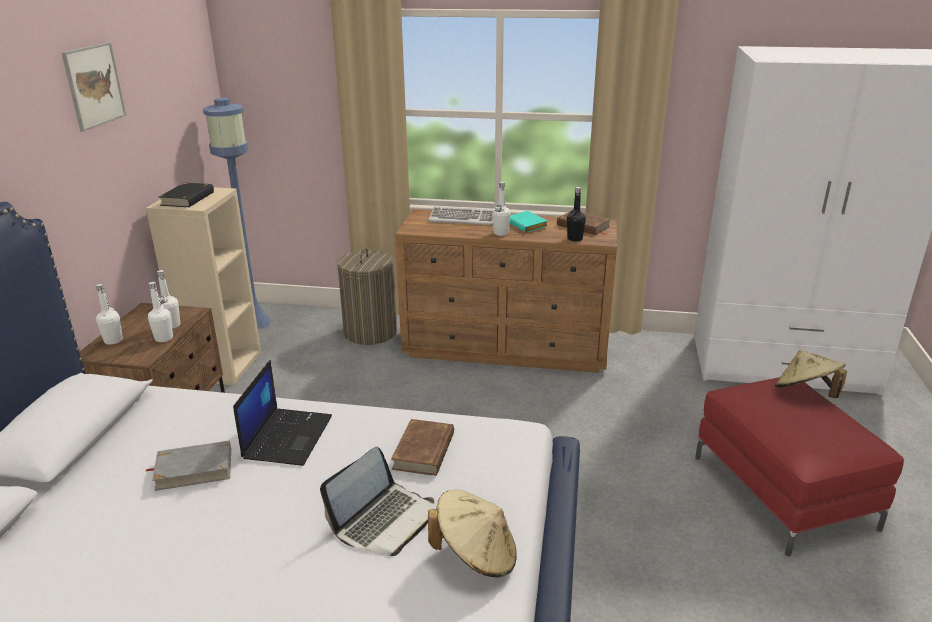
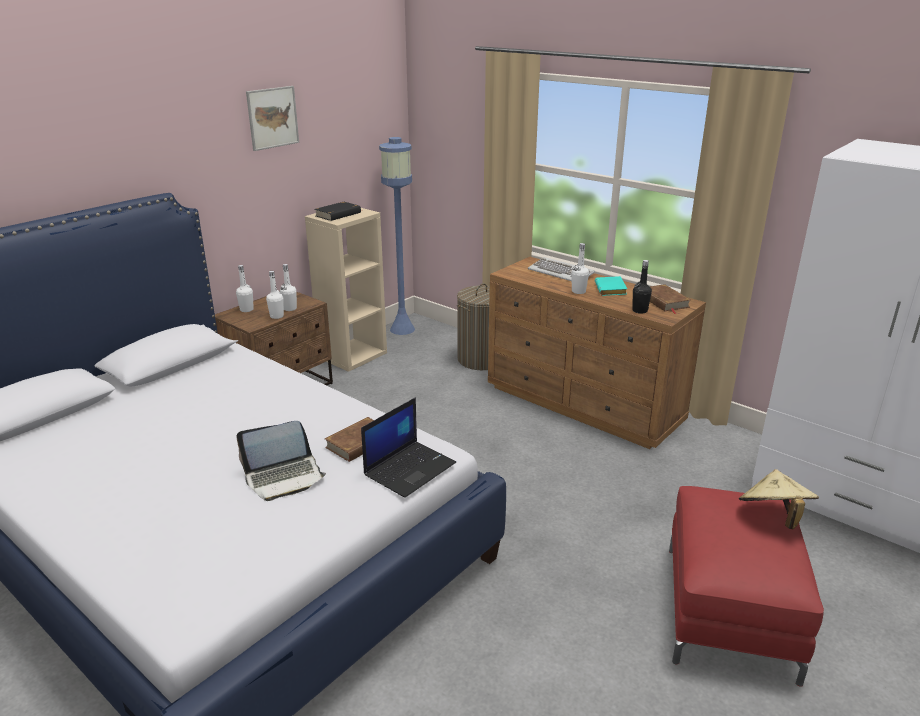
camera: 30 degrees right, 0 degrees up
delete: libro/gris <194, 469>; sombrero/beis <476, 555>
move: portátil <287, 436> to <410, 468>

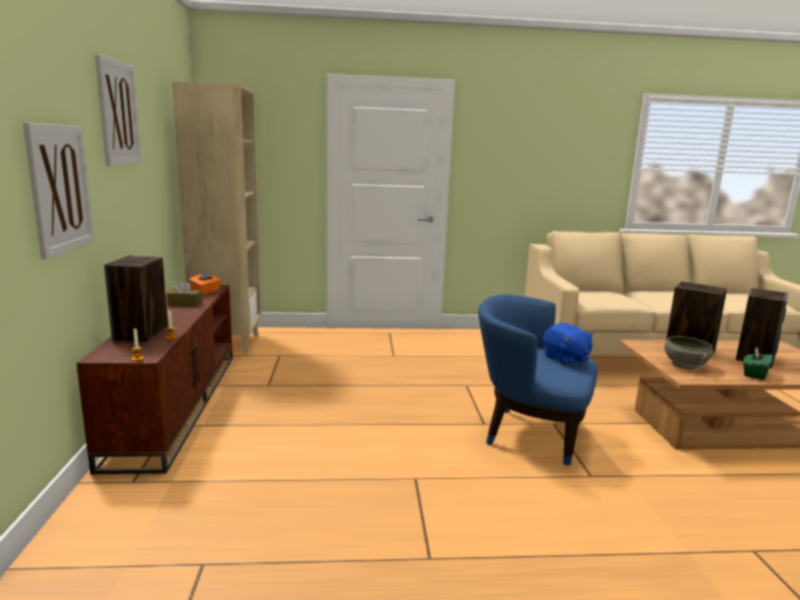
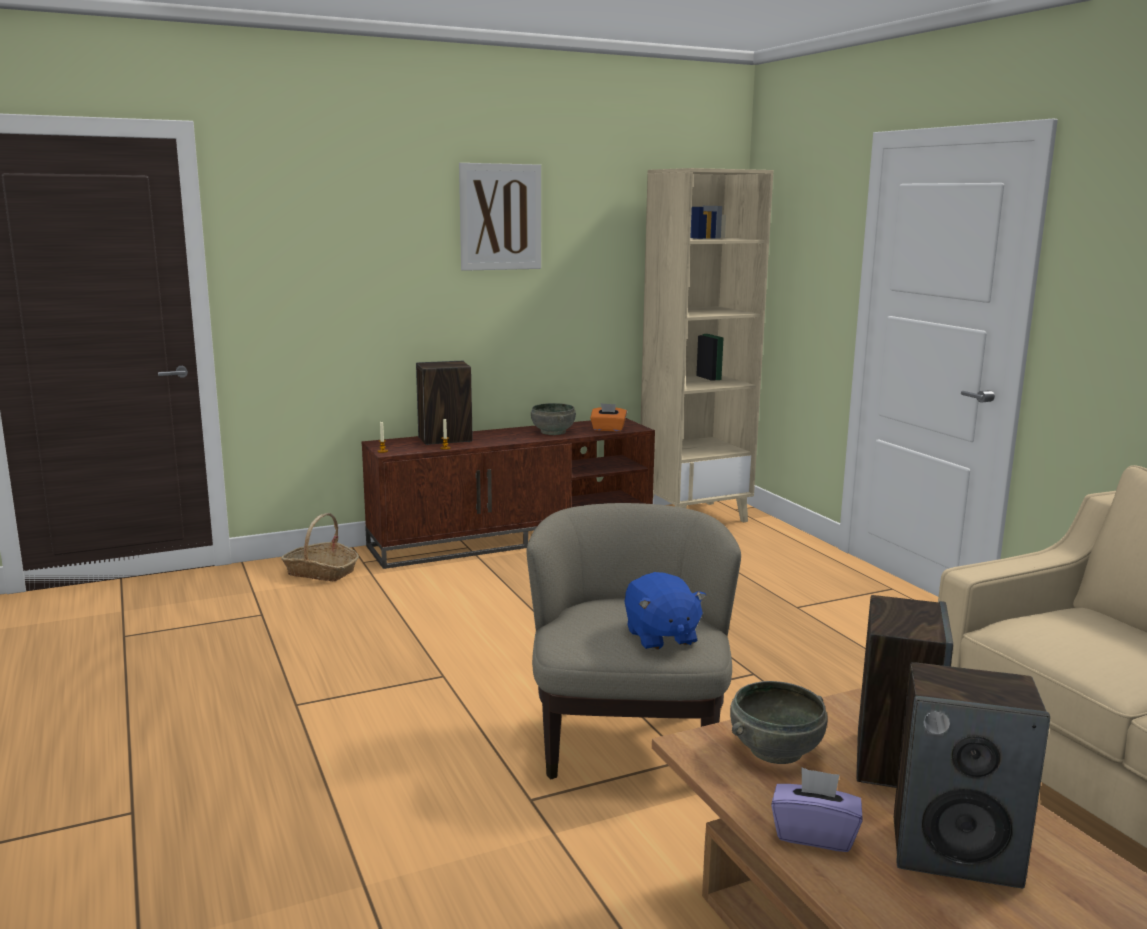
camera: 70 degrees right, 0 degrees up
delete: cuadro <60, 188>
insert: cesta <321, 572>
replace: caja de pañuelos/marrón <185, 304> to cuenco/gris <553, 432>
recolor: sillón/azul <529, 433> to sillón/beis <628, 740>; caja de pañuelos/verde <754, 374> to caja de pañuelos/morado <814, 834>
rotate: peluche/azul <565, 359> = <660, 637> 60 degrees counterclockwise

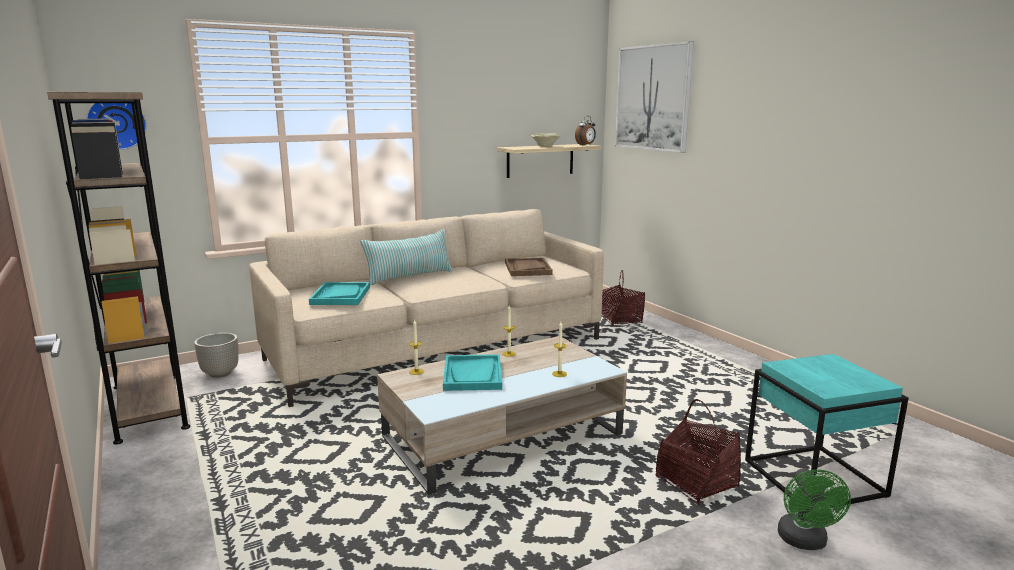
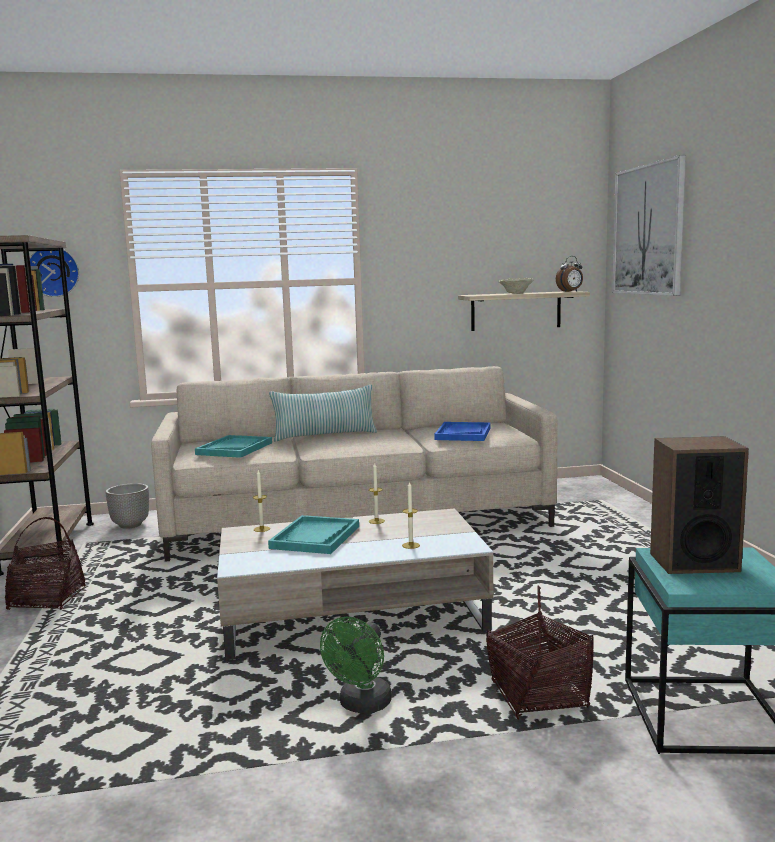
camera: 20 degrees right, 5 degrees down
insert: altavoz <693, 562>
move: cesta <619, 319> to <46, 599>; ventilador/verde <804, 542> to <361, 705>
recolor: bandeja/marrón <527, 269> to bandeja/azul <463, 434>

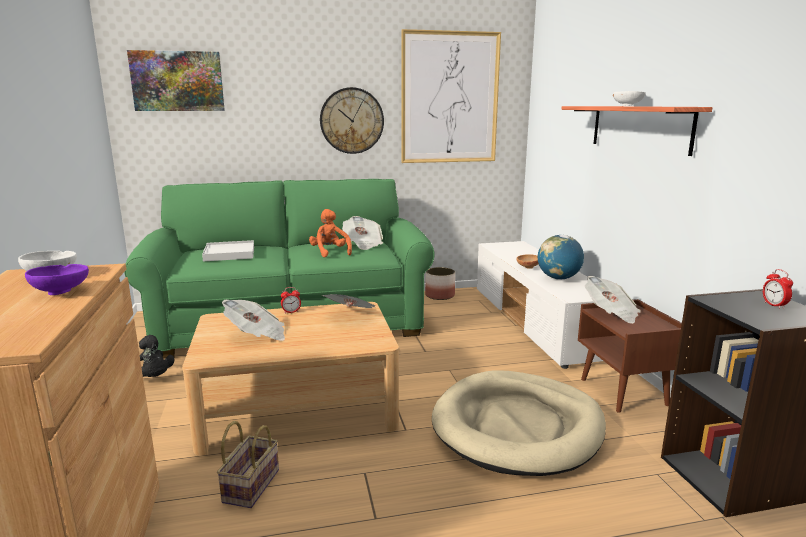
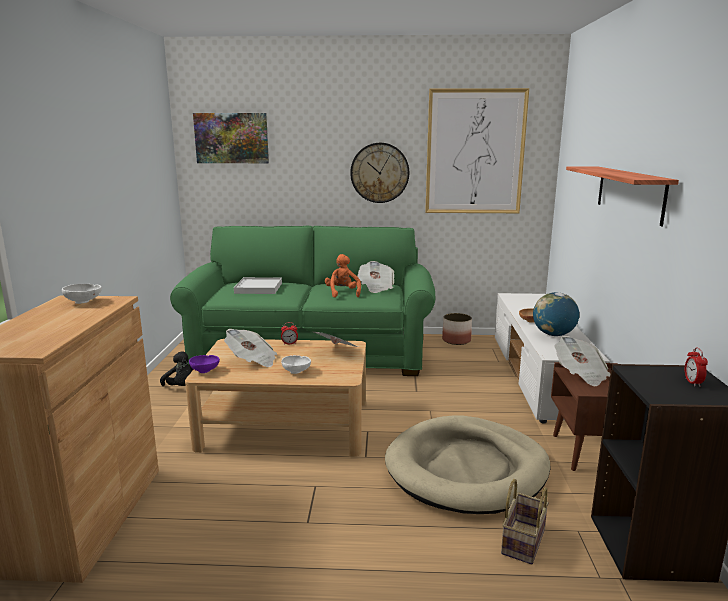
camera: 15 degrees right, 0 degrees up
move: cuenco/morado <62, 291> to <205, 371>; cesta <251, 484> to <522, 540>; cuenco/blanco <628, 106> to <297, 371>

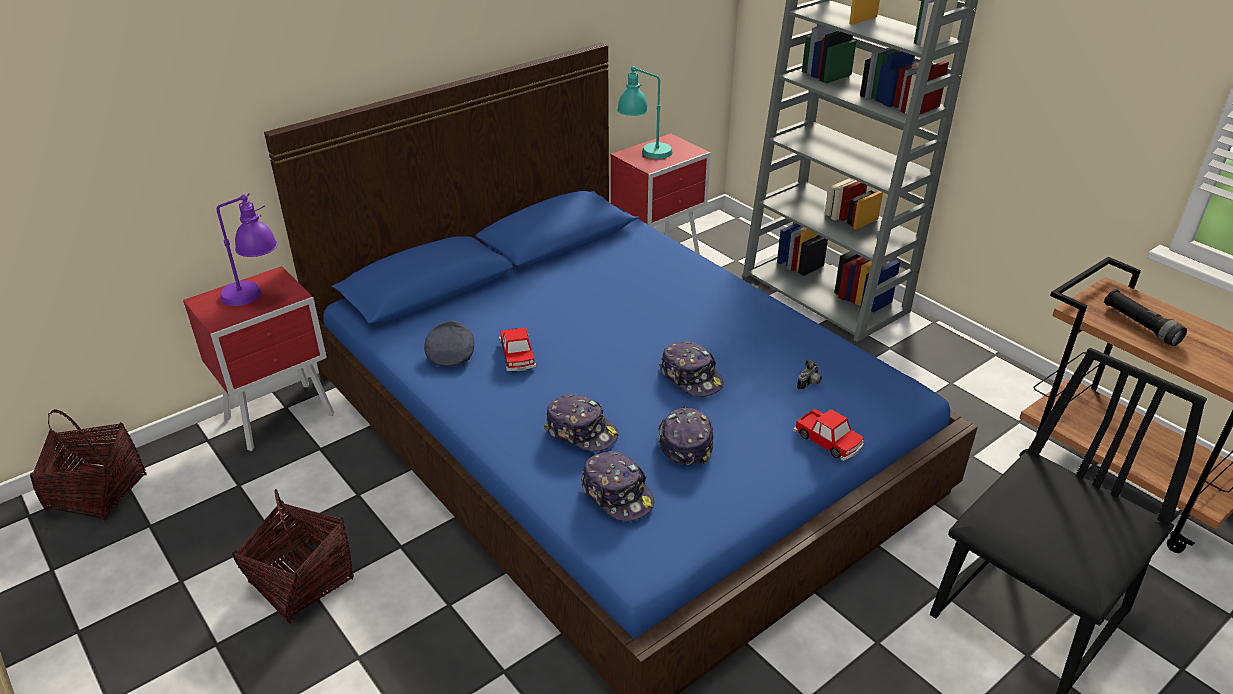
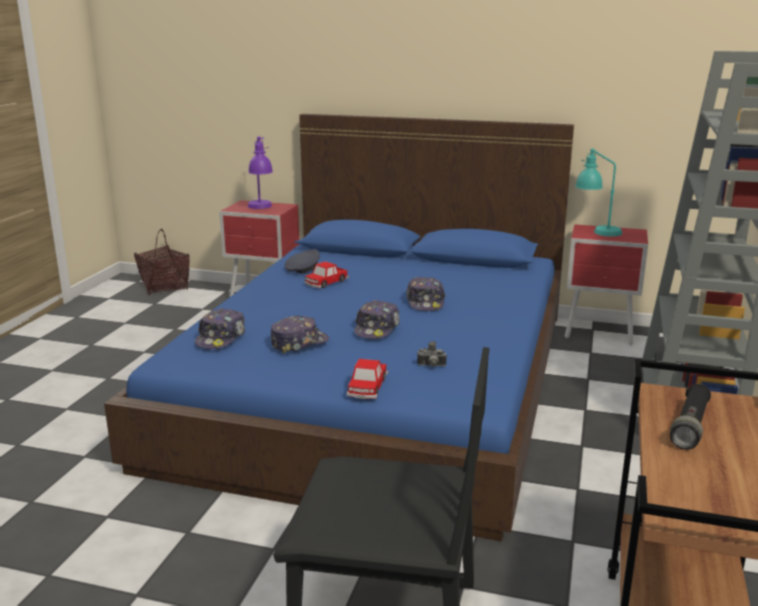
camera: 55 degrees right, 15 degrees down
delete: cesta <301, 581>
move: gorra <581, 431> to <425, 302>

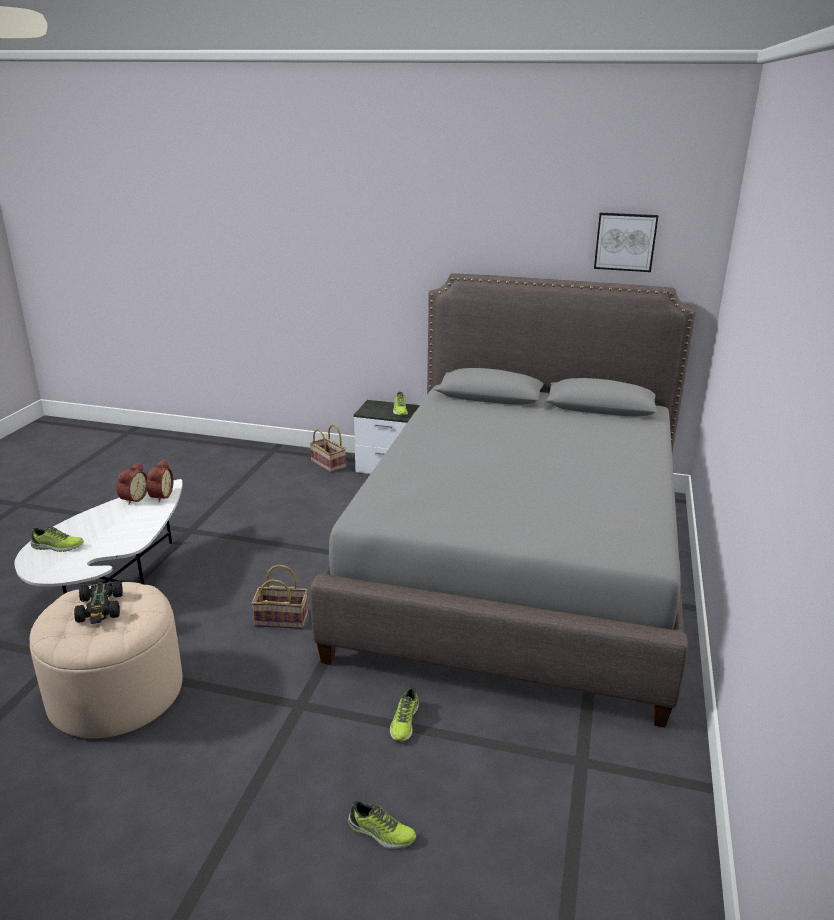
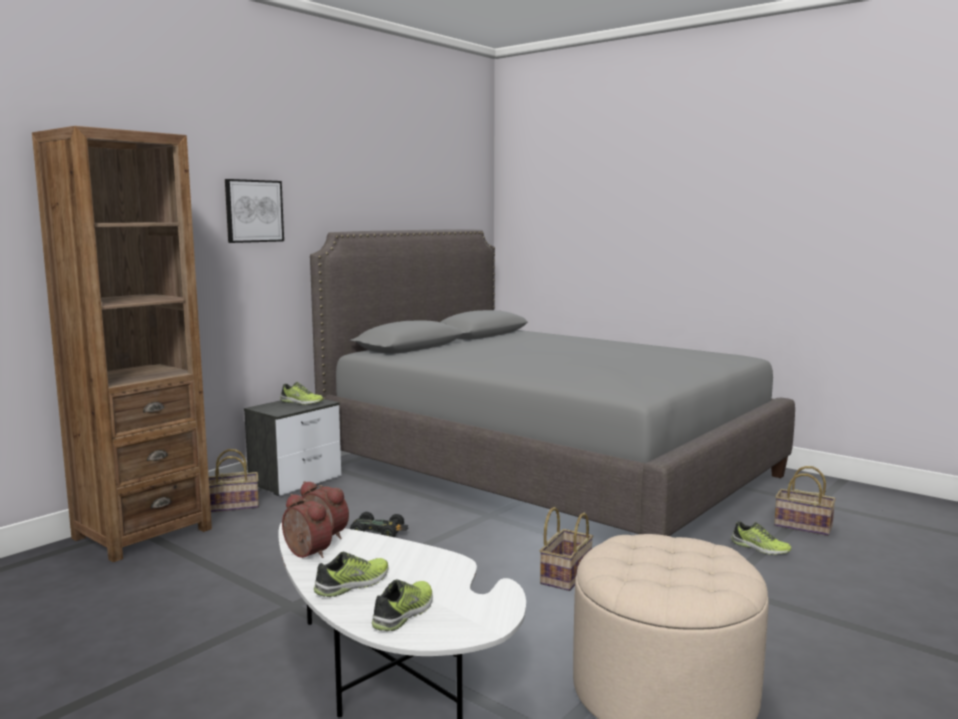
camera: 65 degrees left, 15 degrees down
insert: estantería/marrón <142, 533>; cesta <801, 526>
move: coche de juguete/negro <100, 608> to <378, 532>; zapato <381, 833> to <353, 584>; cuadro <625, 242> to <253, 211>

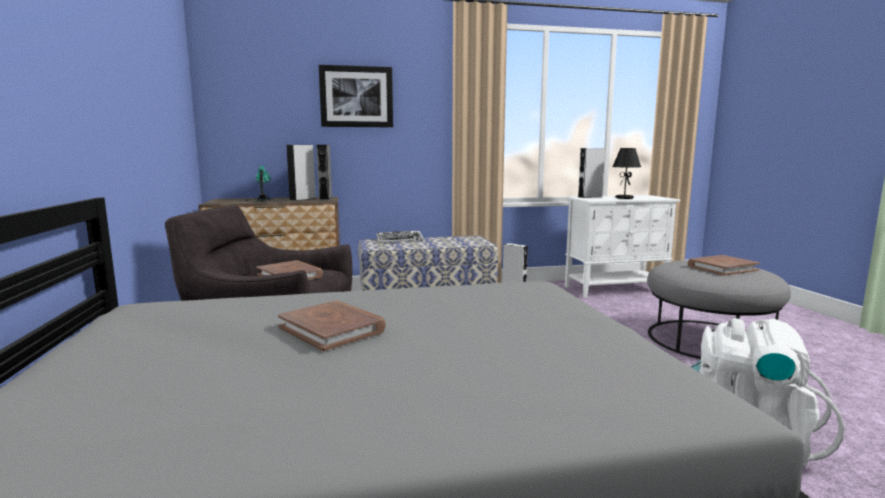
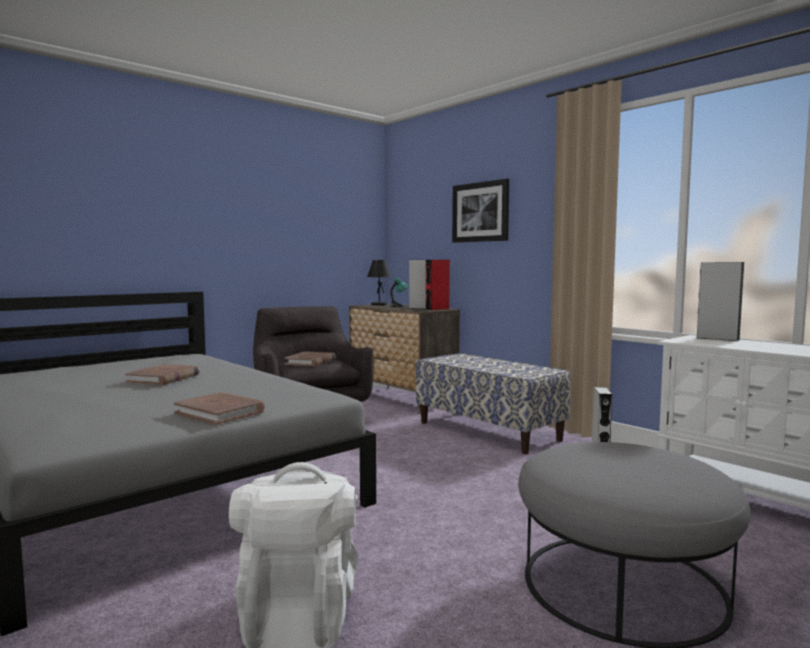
camera: 60 degrees right, 5 degrees down
delete: teclado <399, 240>
move: lámpara de mesa/negro <624, 198> to <379, 304>; libro/marrón <722, 268> to <220, 412>
recolor: altavoz/gris <325, 198> to altavoz/rojo <437, 309>

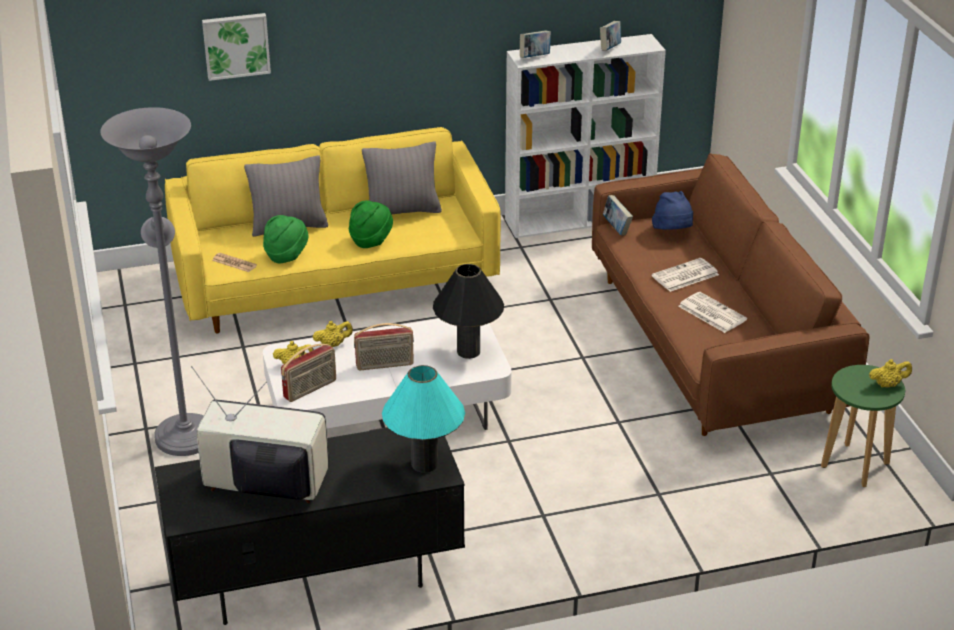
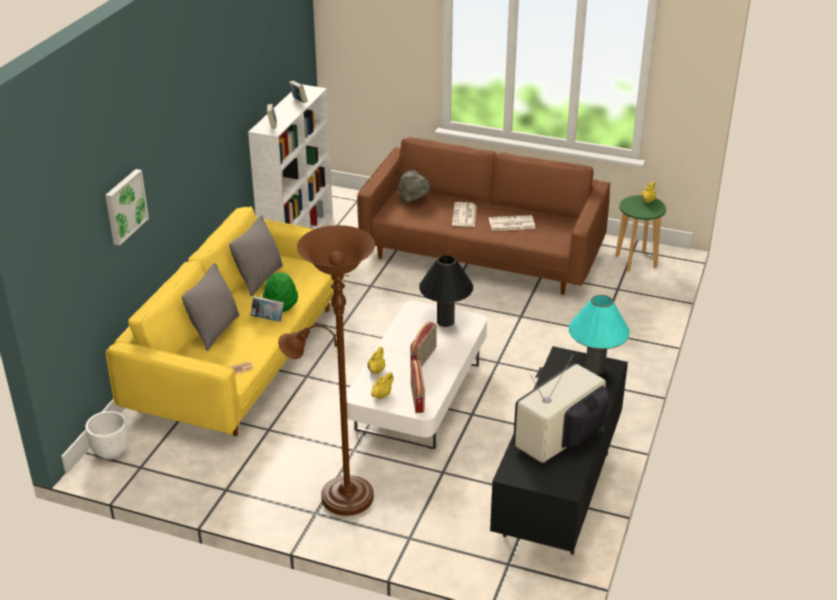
camera: 55 degrees left, 0 degrees up
delete: sombrero/verde <286, 255>
insert: maceta/blanco <111, 452>
move: libro <616, 228> to <268, 319>
recolor: lámpara de pie/gris <184, 431> to lámpara de pie/marrón <340, 495>; sombrero/azul <672, 232> to sombrero/gris <413, 200>

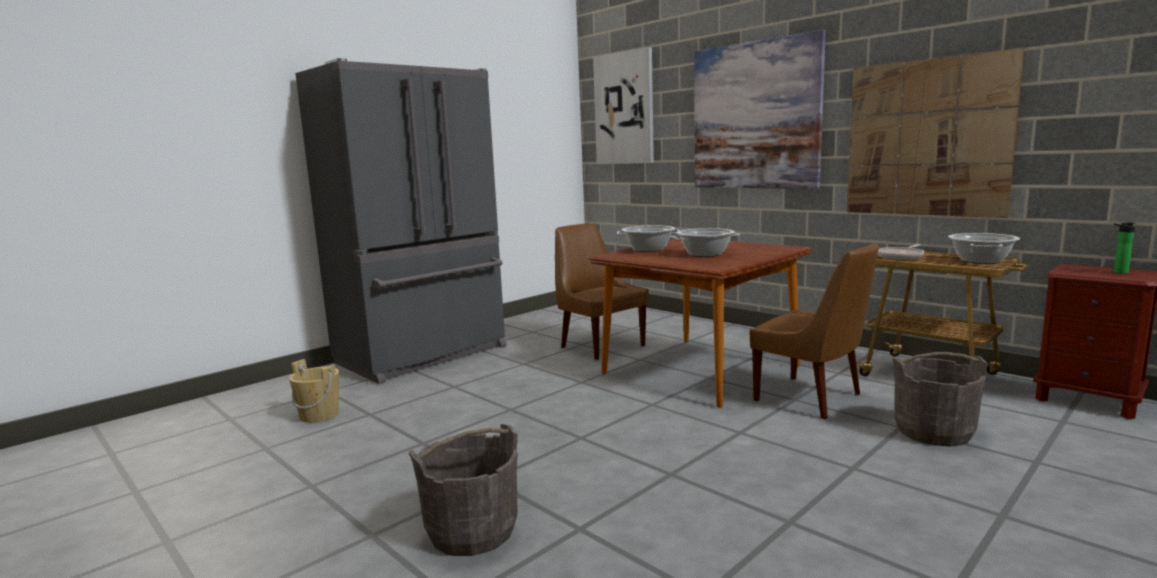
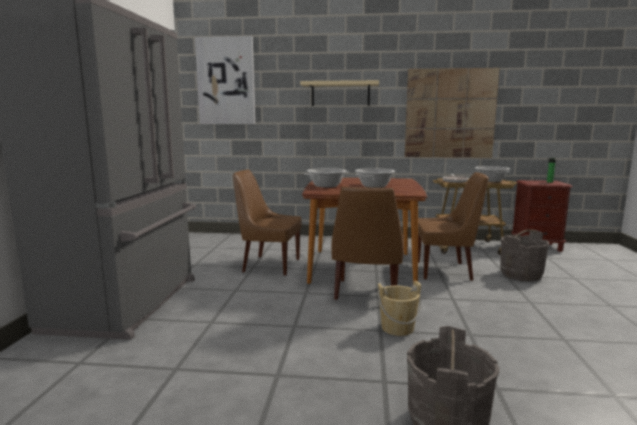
camera: 40 degrees left, 0 degrees up
insert: silla/marrón <366, 293>
move: cubo/beis <319, 415> to <397, 328>
replace: cuadro <755, 116> to estante/beis <340, 94>

